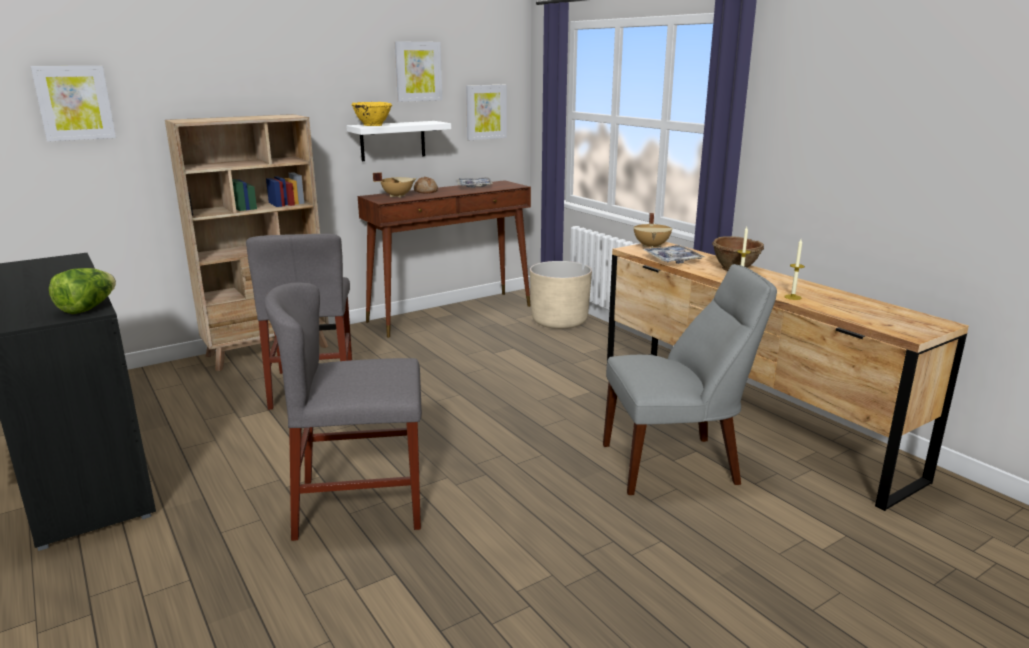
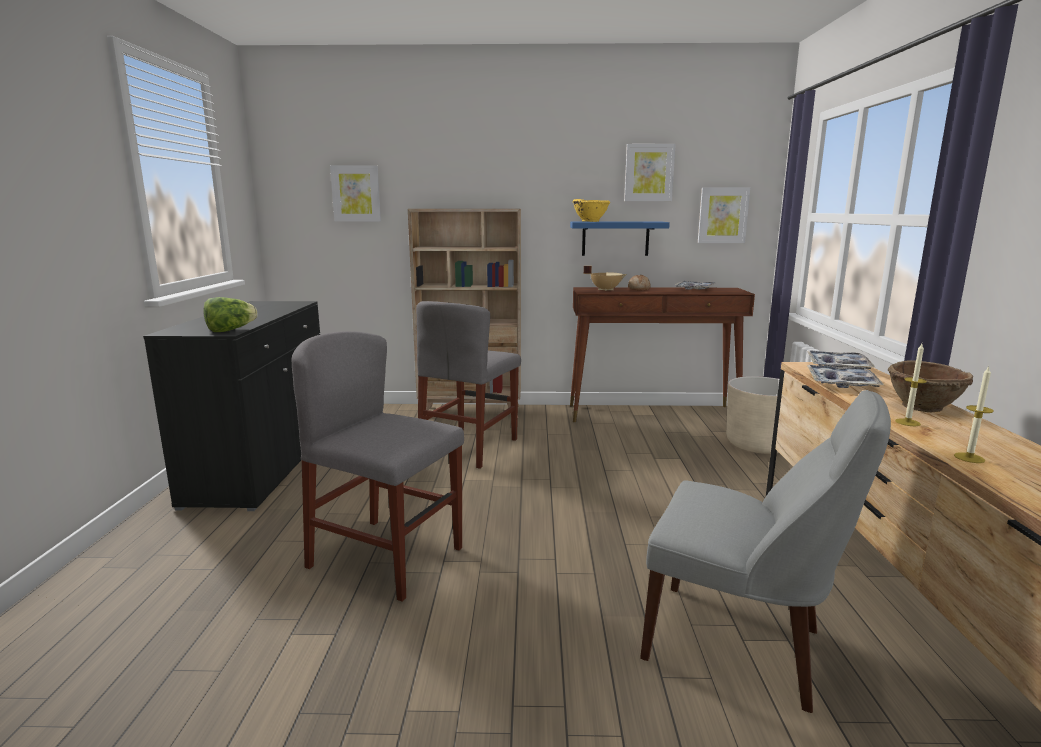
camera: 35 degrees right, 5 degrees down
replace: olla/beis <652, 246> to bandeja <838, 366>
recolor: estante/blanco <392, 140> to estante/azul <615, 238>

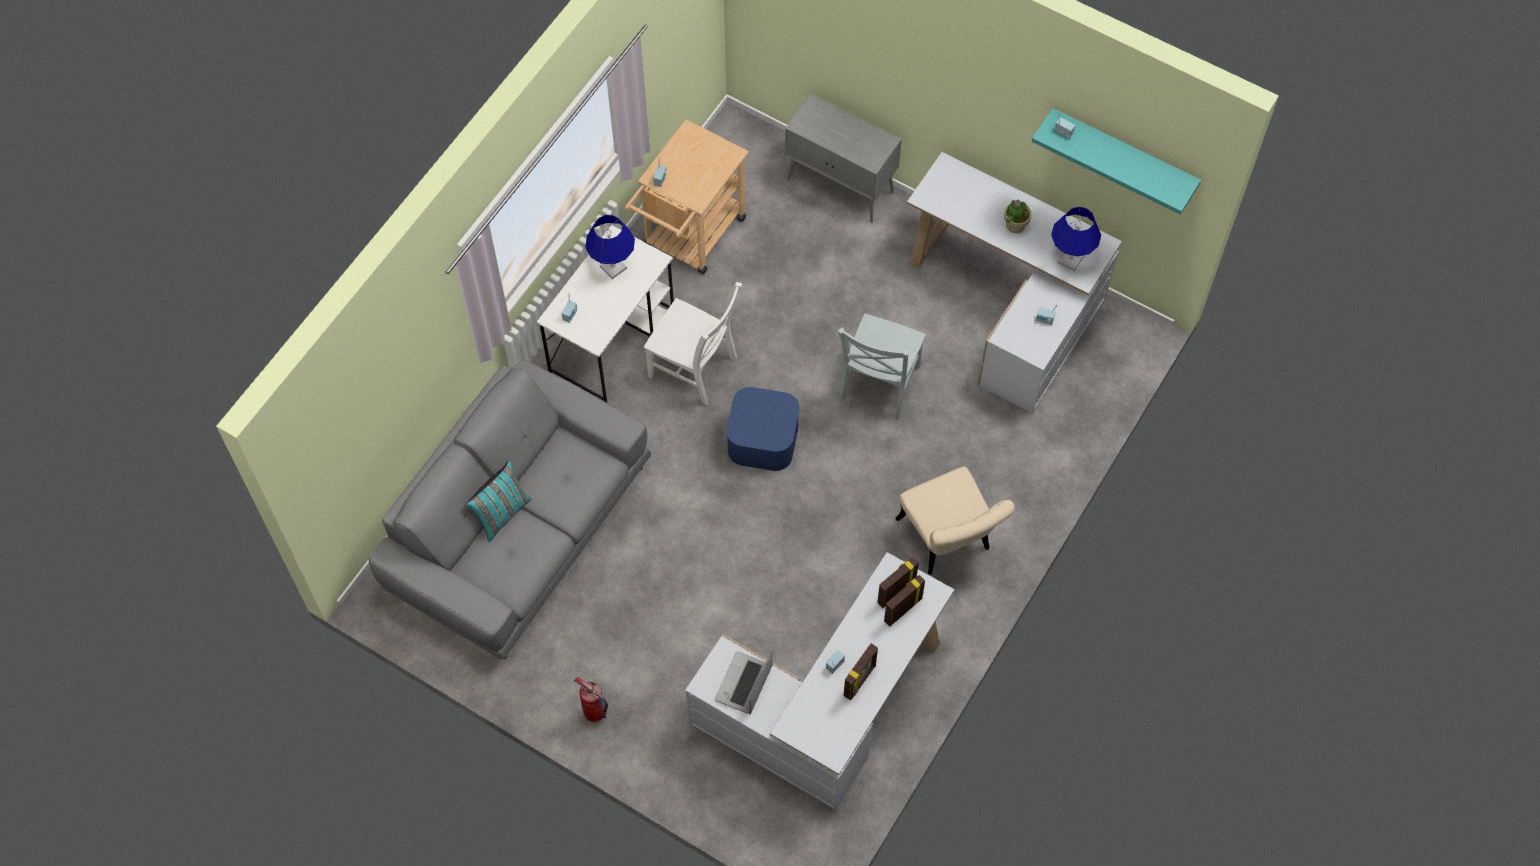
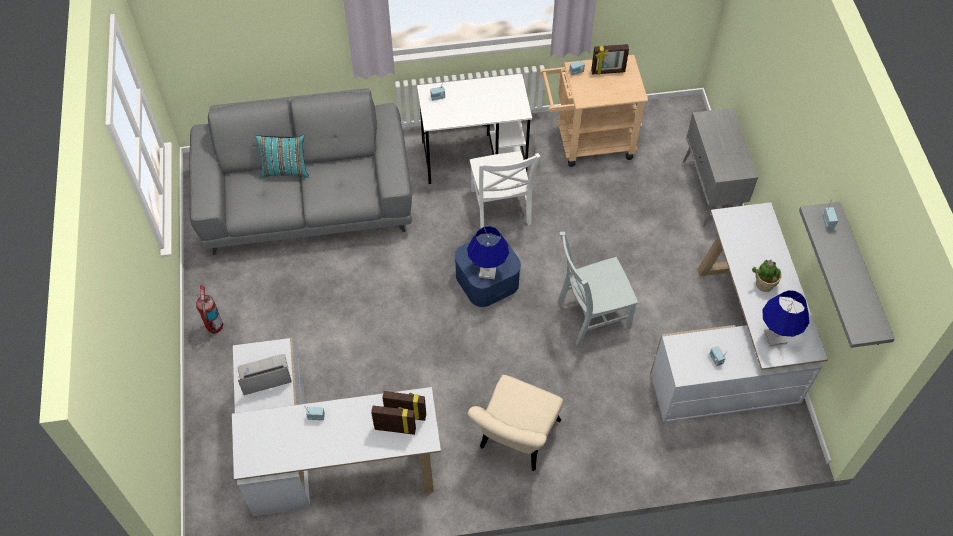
camera: 50 degrees right, 5 degrees down
move: lámpara de mesa/azul <613, 267> to <487, 271>; portarretratos <860, 681> to <608, 72>
recolor: estante/turquesa <1123, 154> to estante/gris <861, 277>

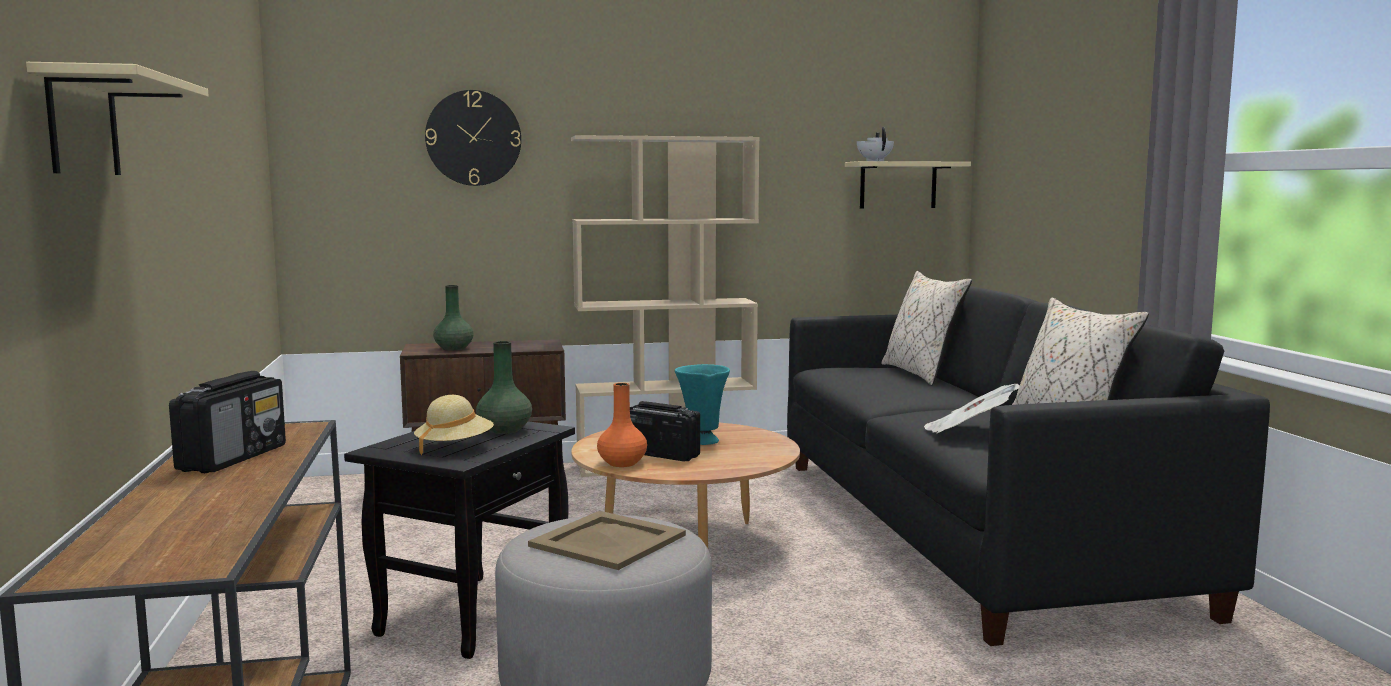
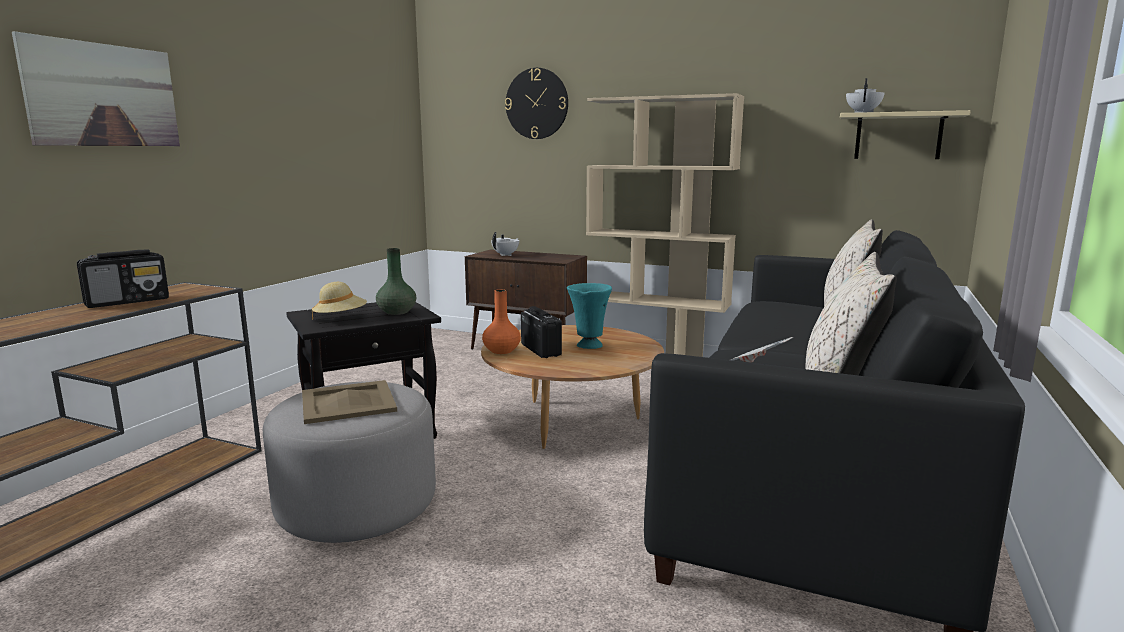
camera: 35 degrees right, 5 degrees up
replace: estante/beis <83, 125> to cuadro <103, 95>; florero/verde <454, 348> to tetera/blanco <506, 255>

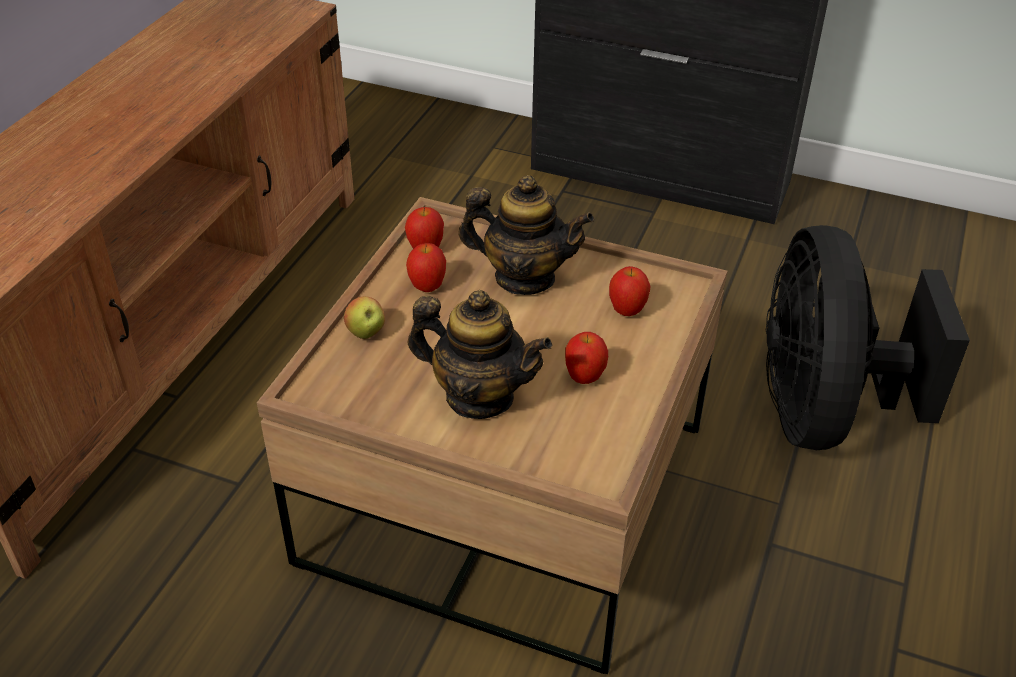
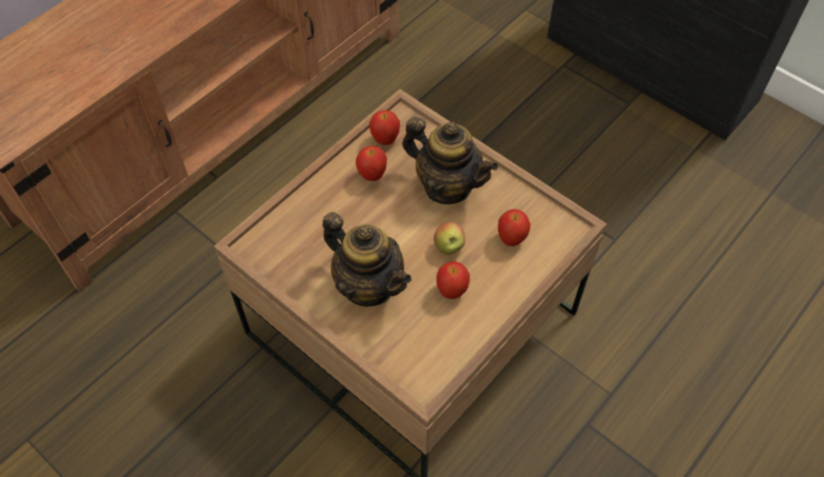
camera: 20 degrees right, 15 degrees up
delete: ventilador/negro <823, 411>
move: manzana <366, 333> to <449, 247>

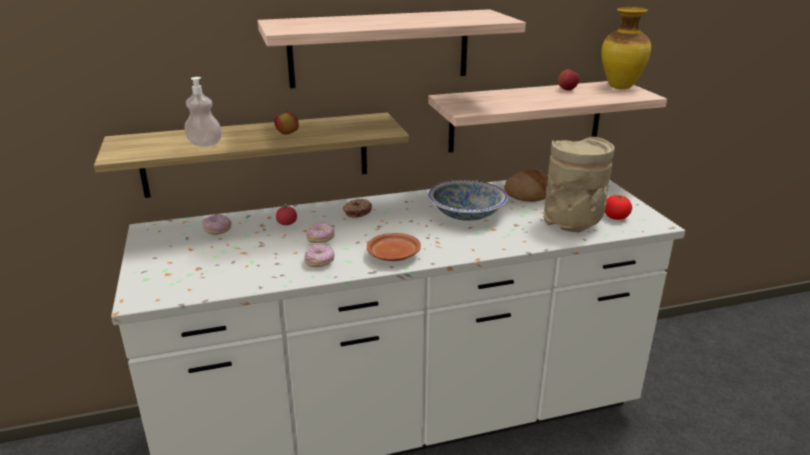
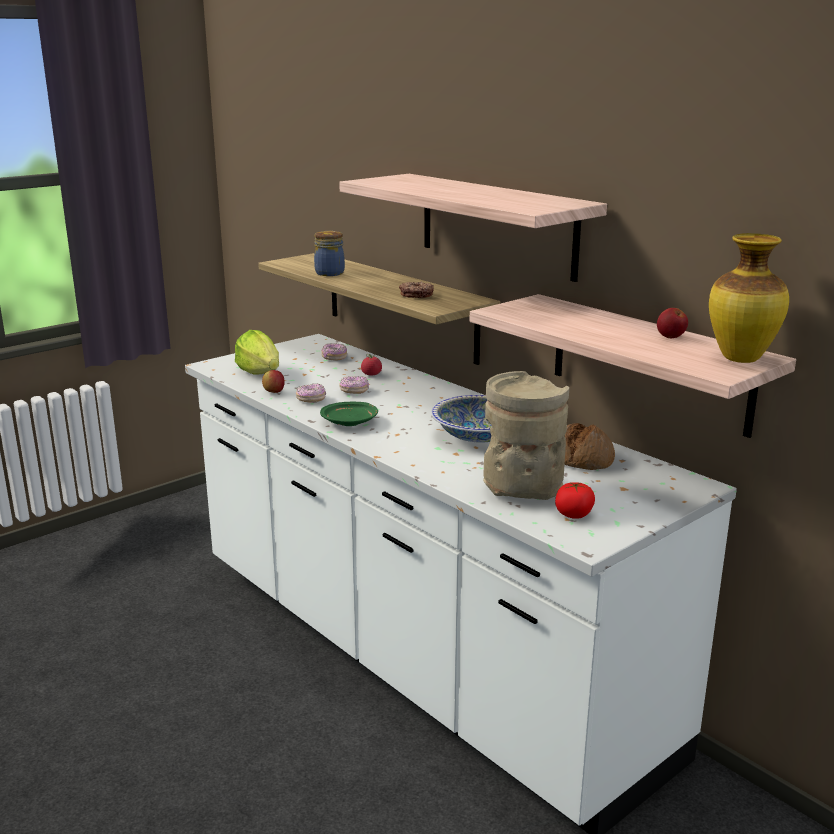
camera: 65 degrees right, 5 degrees down
insert: lechuga <260, 373>
move: manzana <287, 134> to <274, 392>; rosquilla <357, 212> to <416, 295>
replace: dispensador de jabón <205, 144> to tarro <329, 273>
recolor: plato/marrón <394, 255> to plato/verde <350, 422>

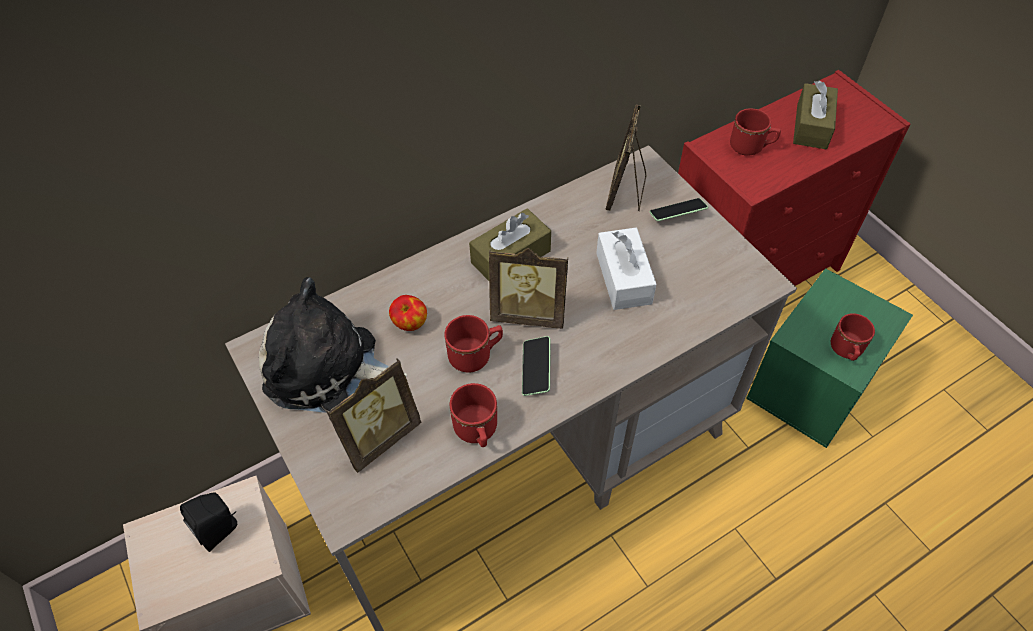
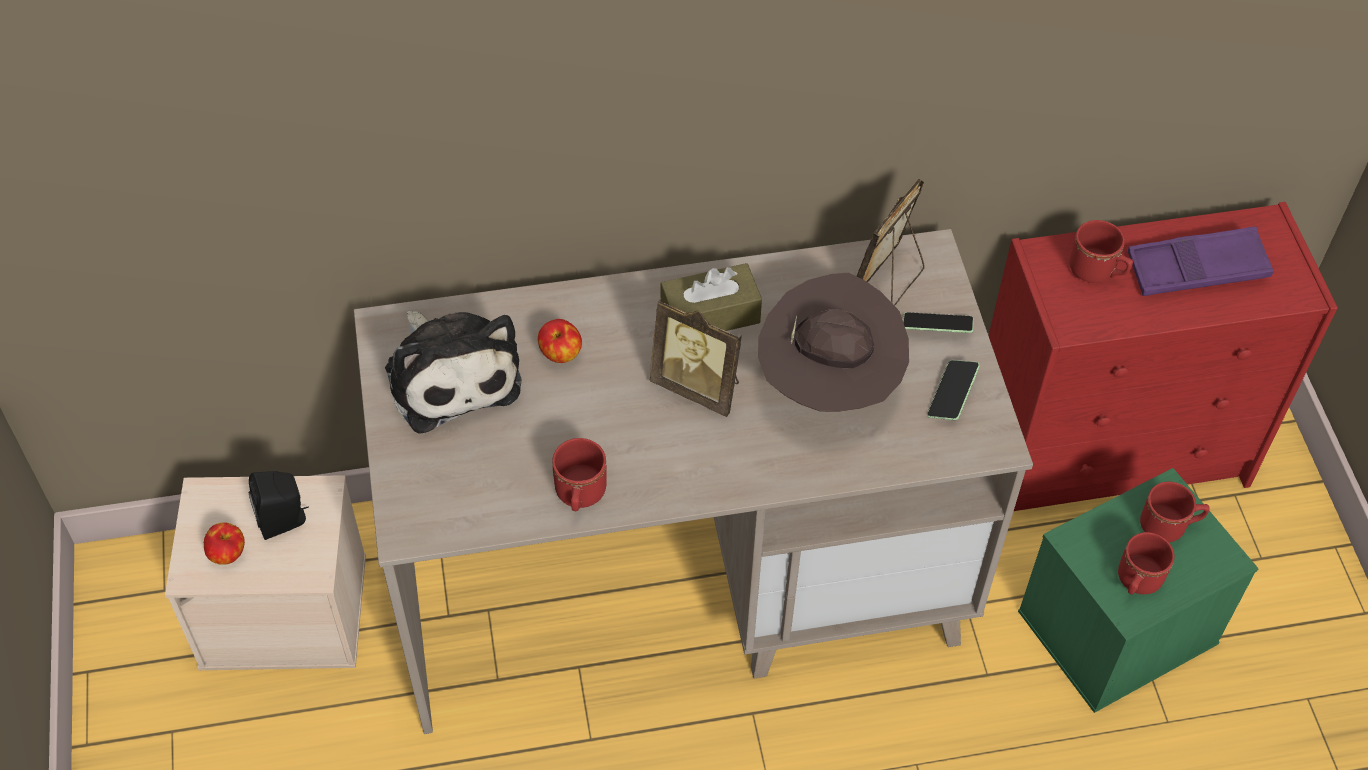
camera: 20 degrees right, 0 degrees up
delete: portarretratos <378, 436>
insert: manzana <228, 554>
move: taza grande/rojo <476, 355> to <1169, 526>; móvil <536, 370> to <952, 396>
replace: caja de pañuelos/blanco <623, 278> to sombrero/marrón <829, 383>; caja de pañuelos/marrón <811, 126> to bandeja/morado <1197, 269>
rotate: peluche <328, 369> = <451, 374> 150 degrees counterclockwise

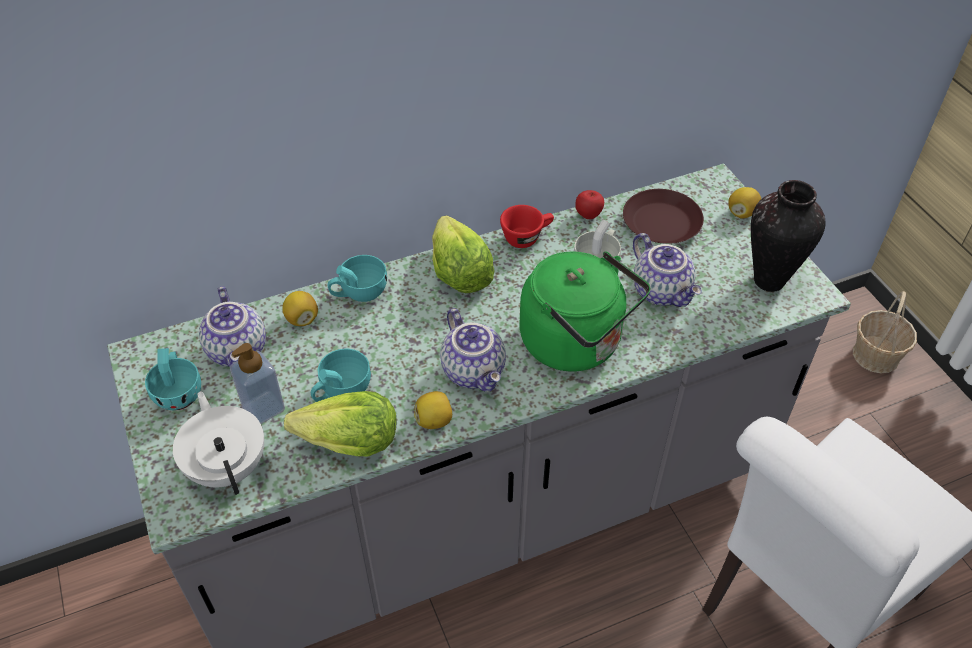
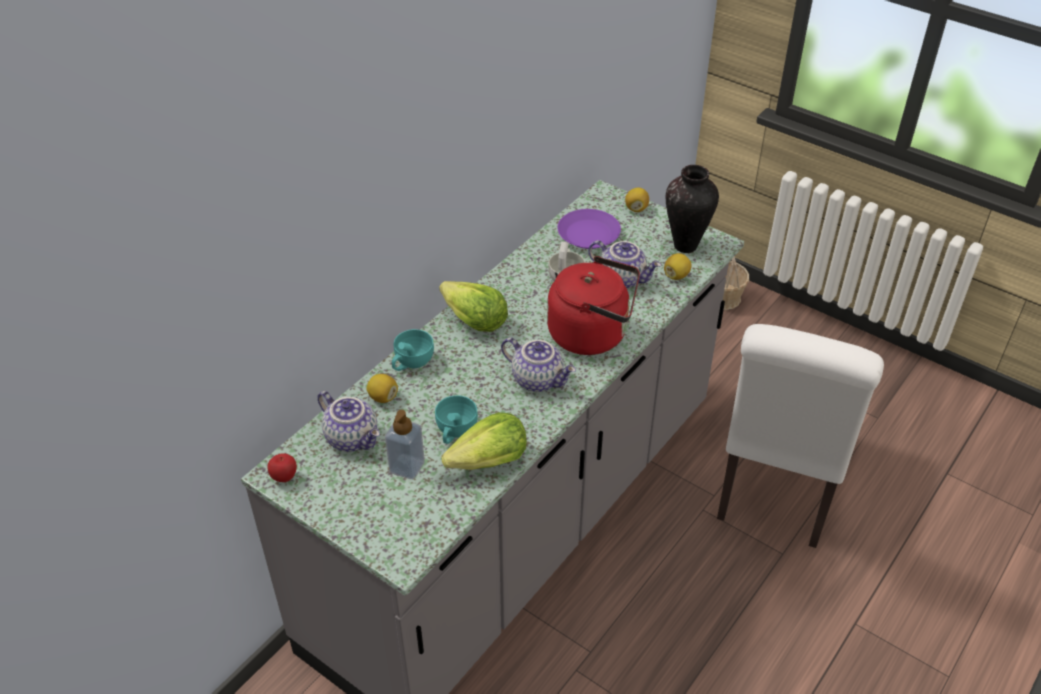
camera: 30 degrees left, 5 degrees down
delete: taza/turquesa <179, 392>; tetera/blanco <228, 466>; taza/rojo <526, 237>
move: limón <434, 420> to <676, 275>; manzana <588, 215> to <284, 477>
recolor: hervidor/verde <576, 343> to hervidor/rojo <593, 334>; plato/marrón <662, 223> to plato/morado <589, 234>

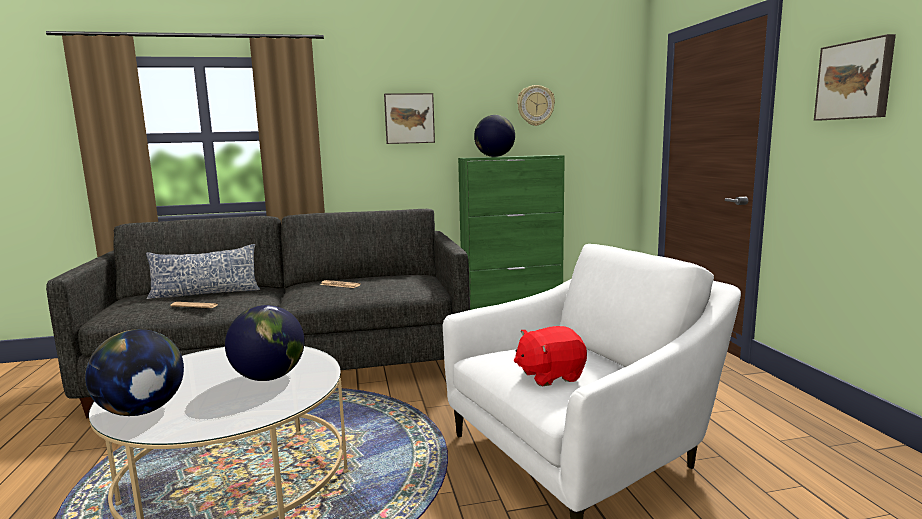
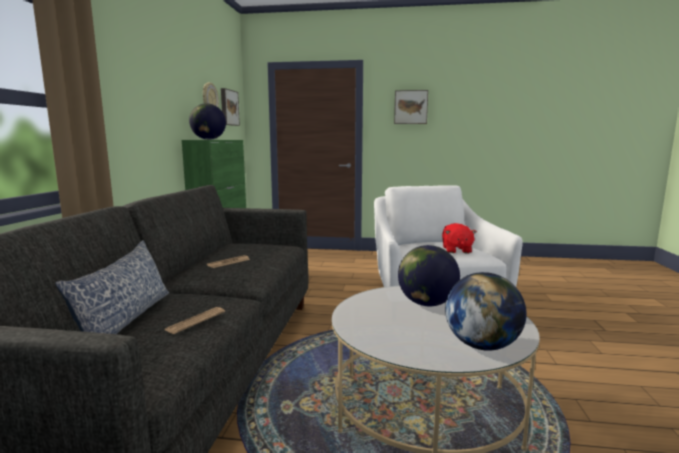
camera: 70 degrees left, 0 degrees up
move: cuadro <409, 118> to <228, 107>

